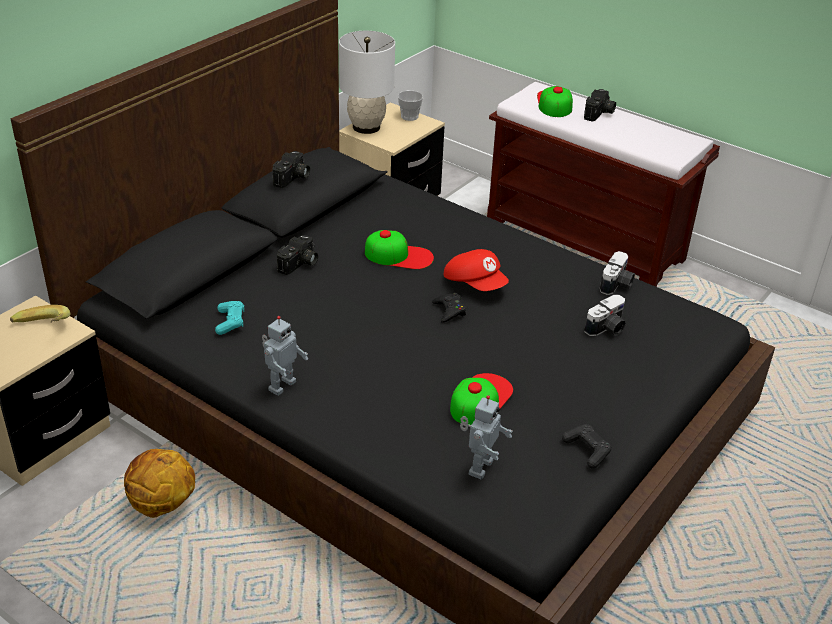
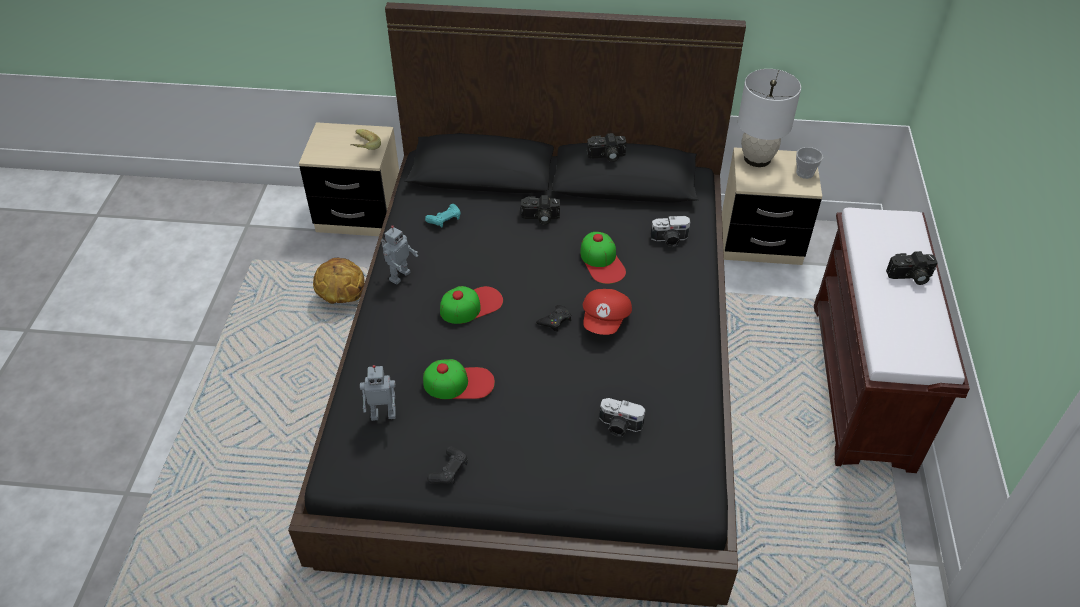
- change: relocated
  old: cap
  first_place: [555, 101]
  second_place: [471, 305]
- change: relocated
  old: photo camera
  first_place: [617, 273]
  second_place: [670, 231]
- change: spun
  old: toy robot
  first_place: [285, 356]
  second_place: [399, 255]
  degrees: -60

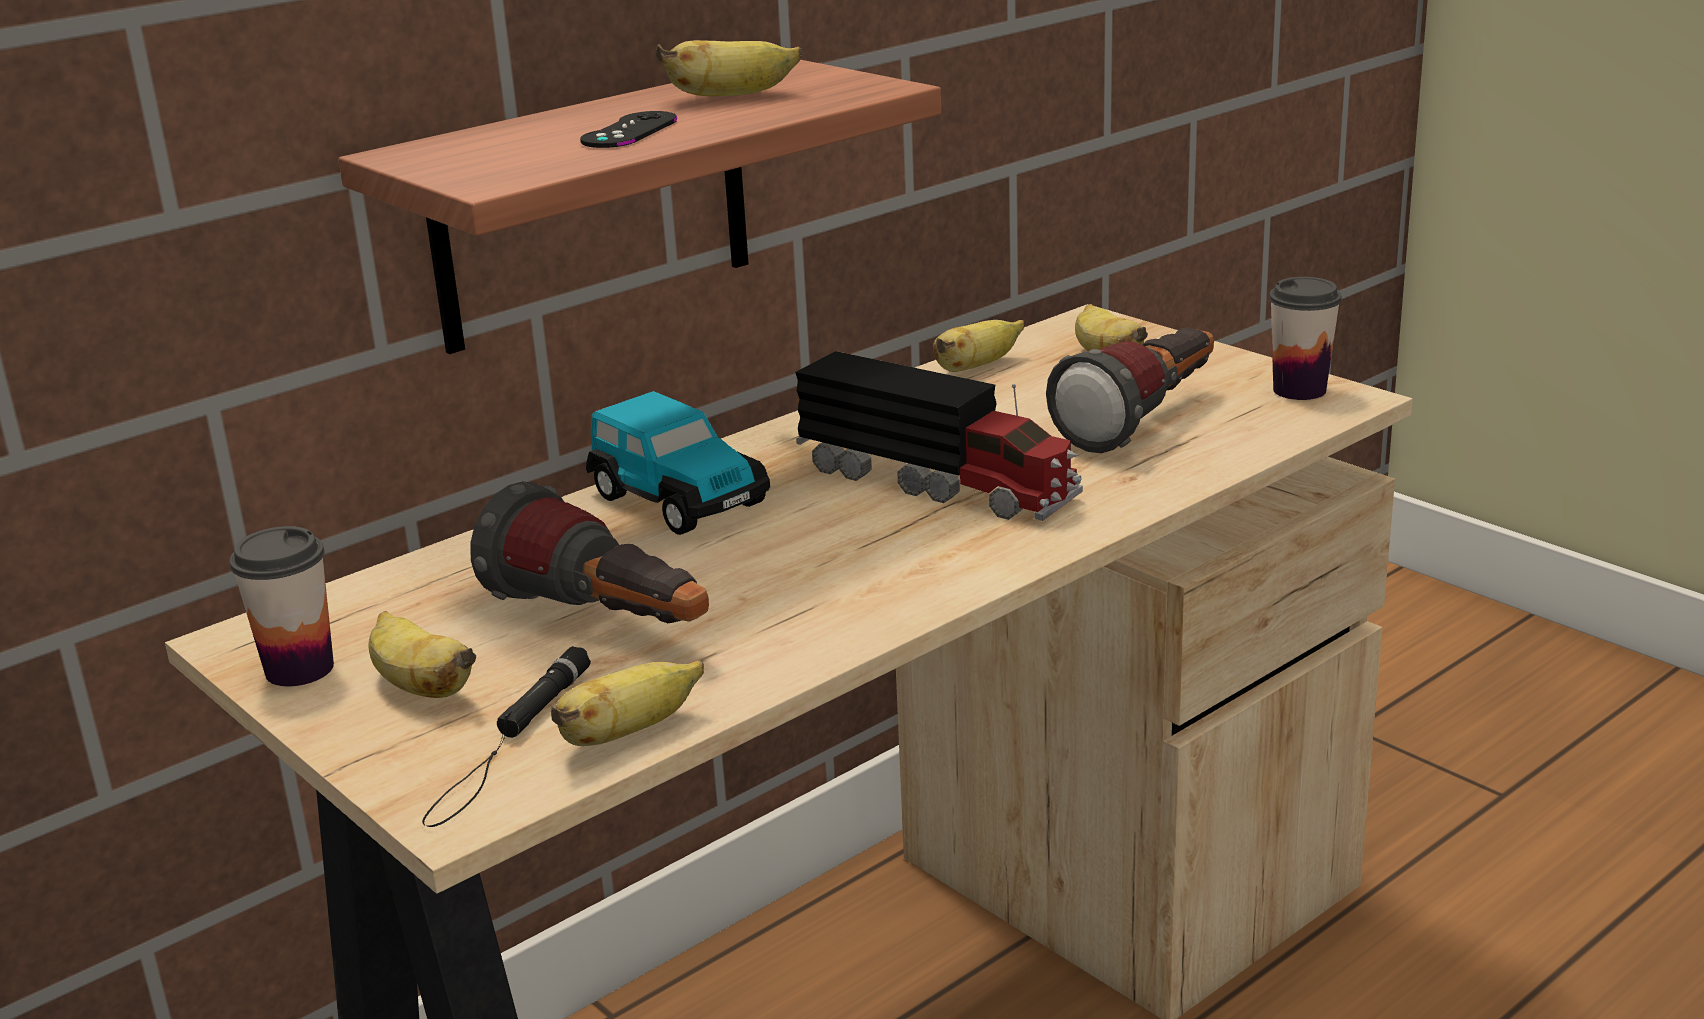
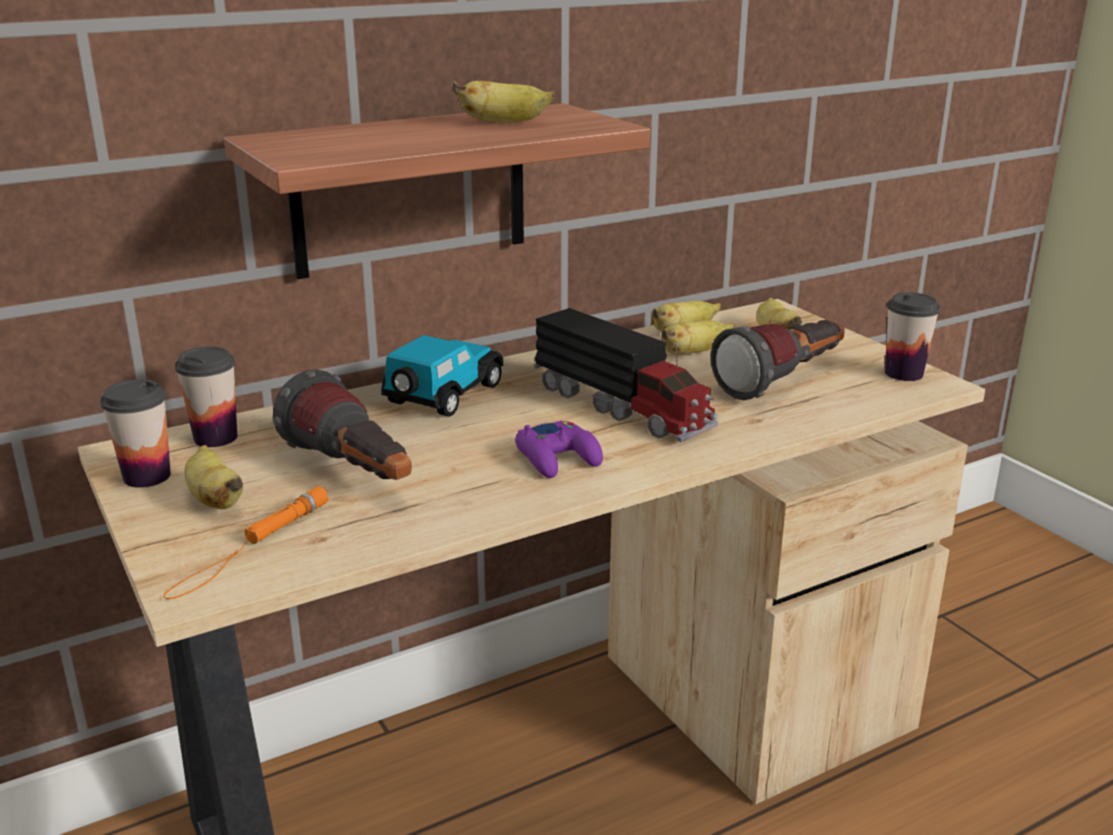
- change: missing
  old: black game controller
  first_place: [628, 129]
- change: appeared
  new: cup
  second_place: [206, 396]
- change: appeared
  new: purple game controller
  second_place: [559, 449]
- change: relocated
  old: banana
  first_place: [627, 703]
  second_place: [698, 337]
- change: colour
  old: black flashlight
  new: orange flashlight
  first_place: [506, 736]
  second_place: [246, 542]
- change: spun
  old: toy car
  first_place: [678, 463]
  second_place: [442, 375]
  degrees: -120

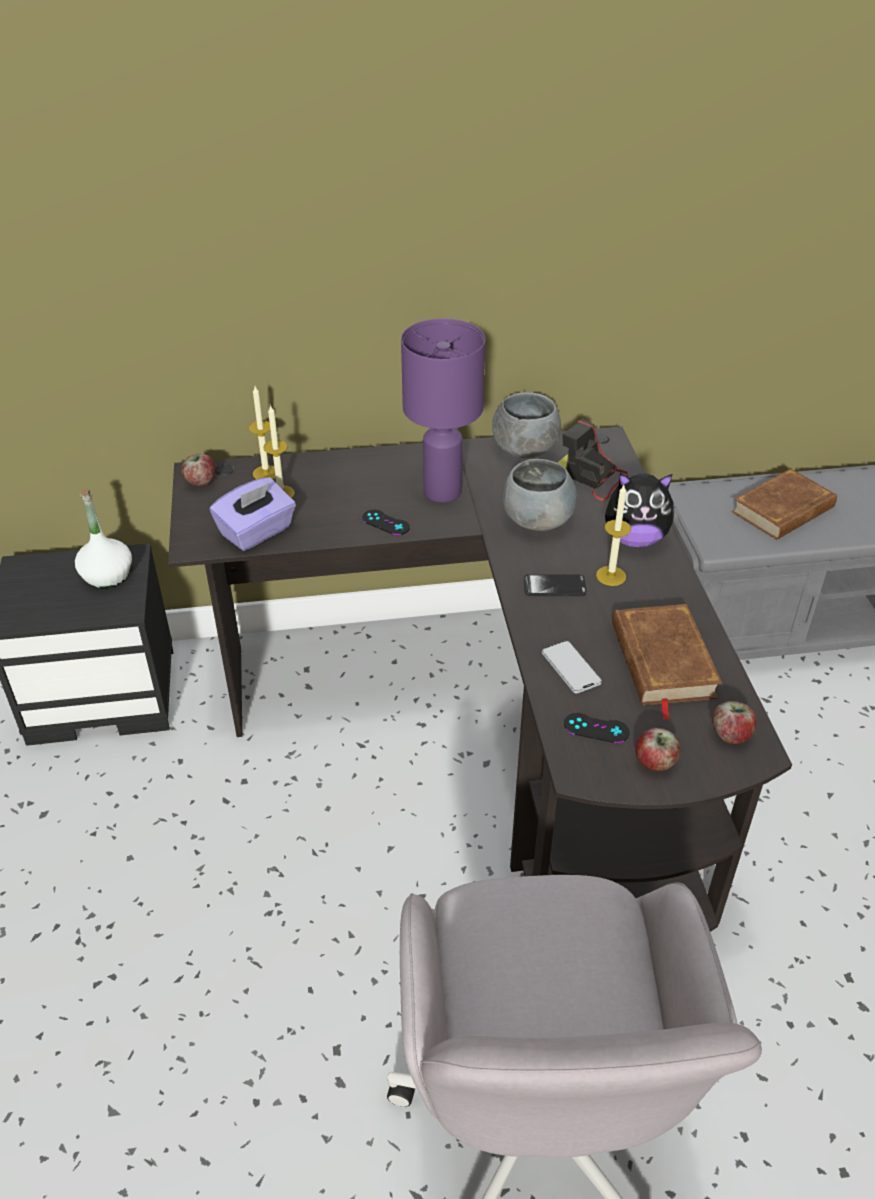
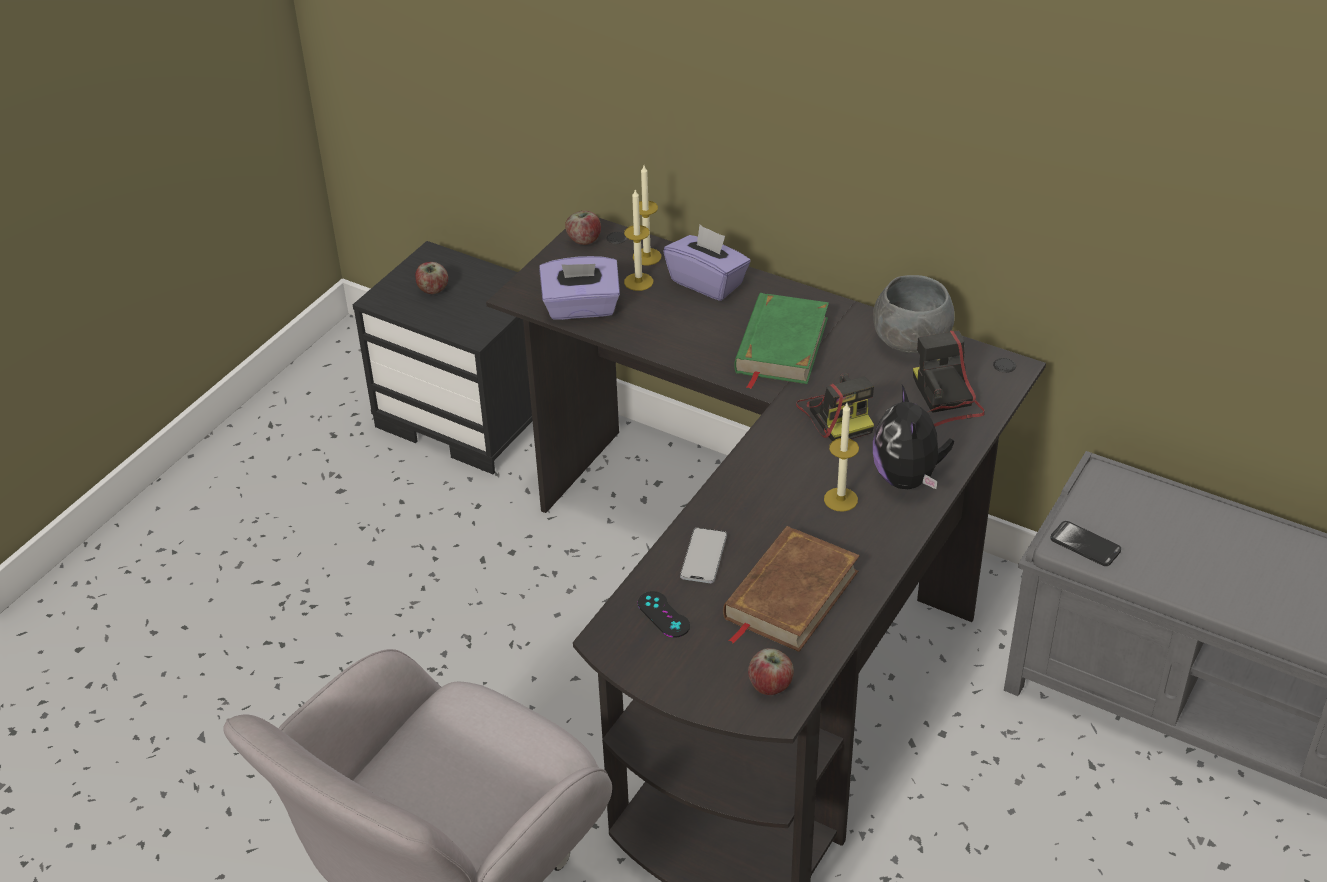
- change: missing
  old: white bottle
  first_place: [103, 539]
- change: missing
  old: black game controller
  first_place: [386, 522]
- change: missing
  old: brown book
  first_place: [784, 504]
- change: appeared
  new: purple tissue box
  second_place: [707, 263]
- change: relocated
  old: phone
  first_place: [555, 585]
  second_place: [1085, 543]
- change: relocated
  old: apple
  first_place: [658, 750]
  second_place: [431, 278]
- change: exchanged
  old: purple table lamp
  new: green book
  first_place: [443, 411]
  second_place: [781, 341]
- change: exchanged
  old: grey bowl
  new: photo camera
  first_place: [539, 495]
  second_place: [835, 407]
- change: spun
  old: plush toy
  first_place: [640, 510]
  second_place: [913, 437]
  degrees: 45

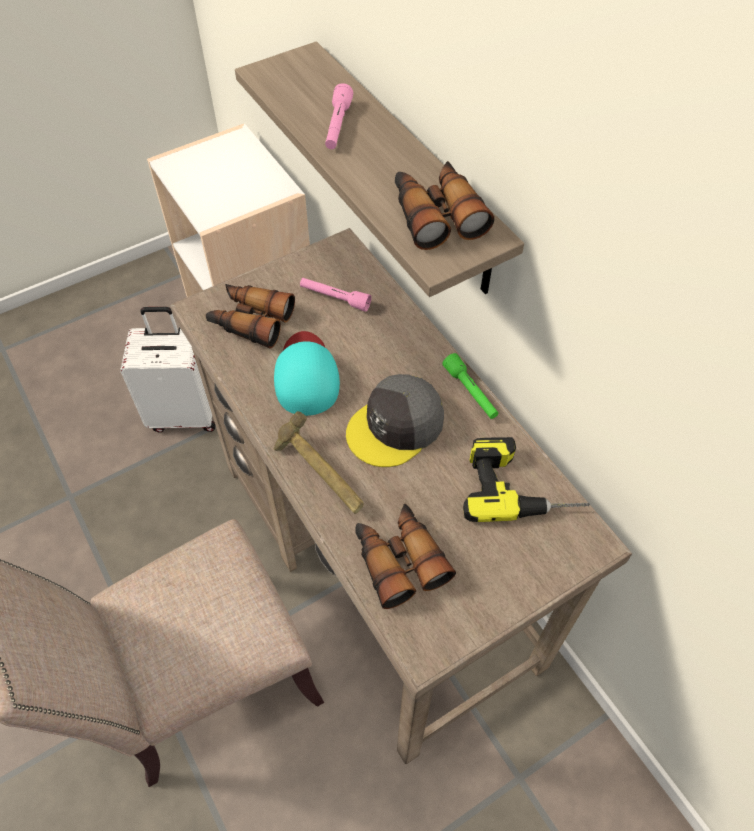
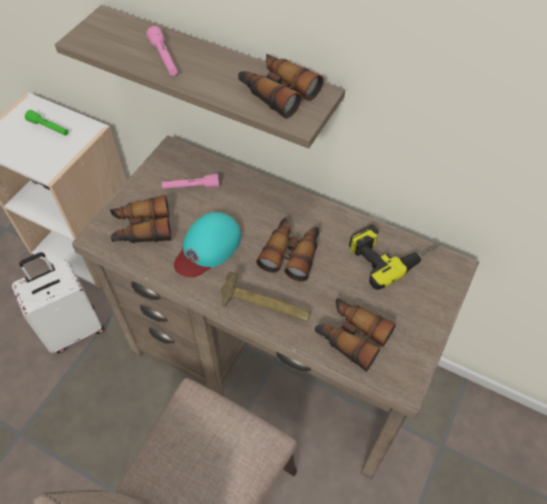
- change: relocated
  old: green flashlight
  first_place: [470, 386]
  second_place: [46, 122]
- change: exchanged
  old: grey cap
  new: binoculars
  first_place: [395, 420]
  second_place: [287, 250]
- change: spun
  old: turquoise cap
  first_place: [307, 373]
  second_place: [207, 244]
  degrees: -105

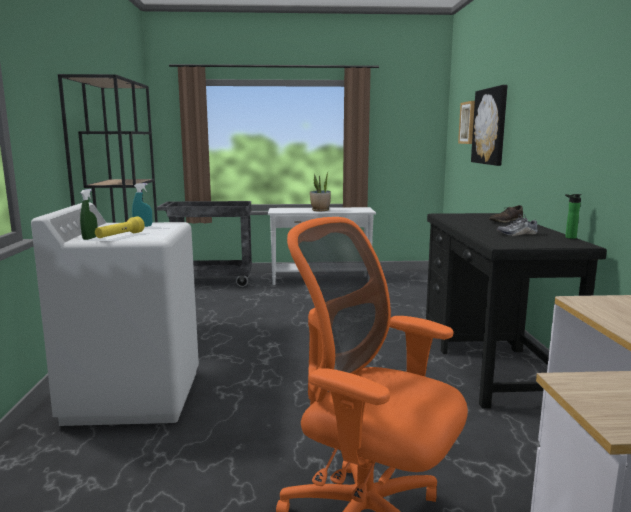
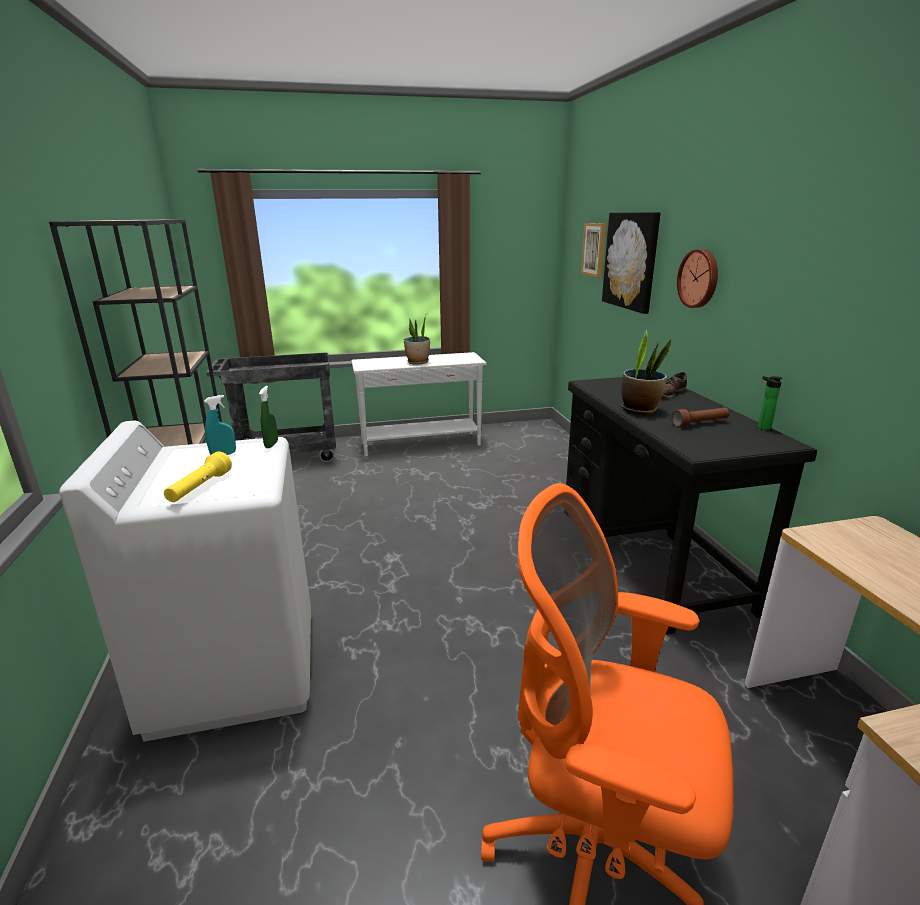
- change: appeared
  new: potted plant
  second_place: [647, 372]
- change: appeared
  new: wall clock
  second_place: [697, 278]
- change: relocated
  old: green spray bottle
  first_place: [89, 214]
  second_place: [268, 417]
- change: exchanged
  old: shoe
  new: brown flashlight
  first_place: [517, 224]
  second_place: [700, 418]

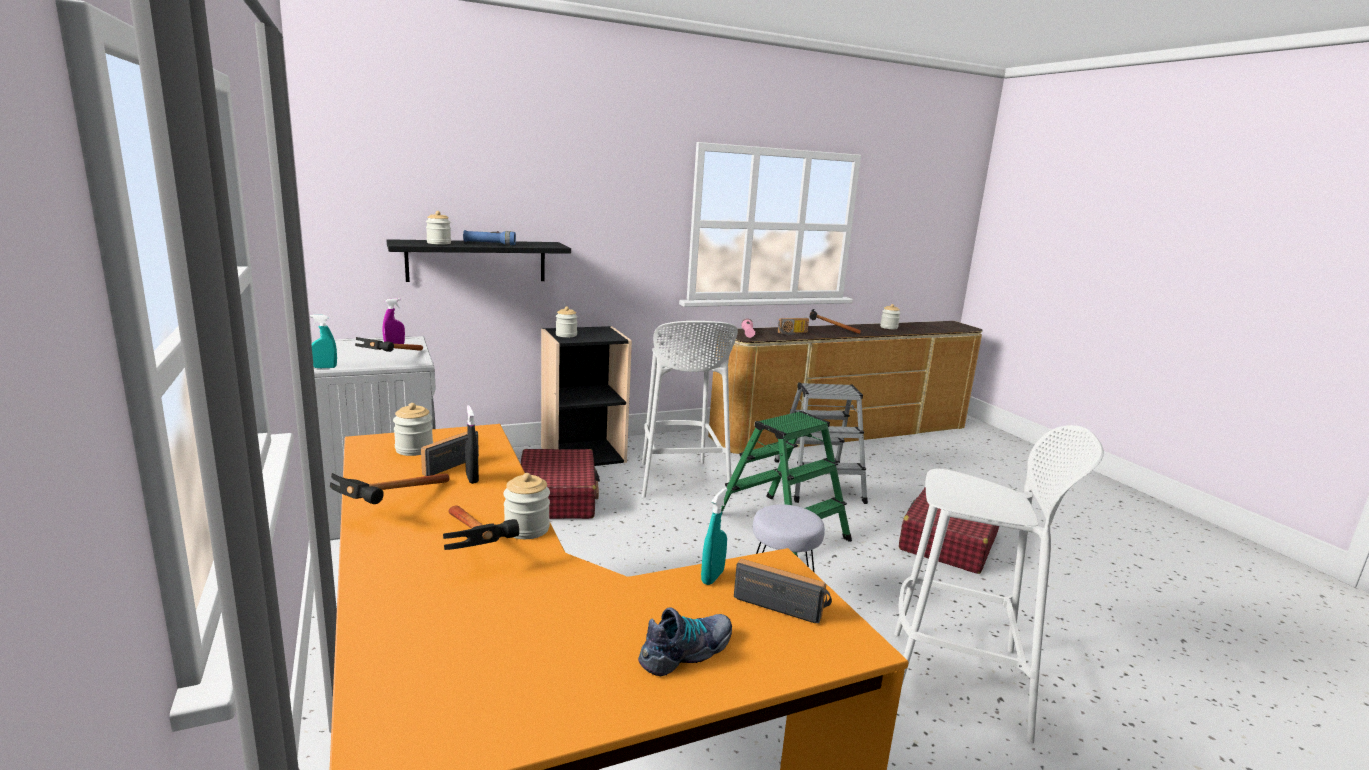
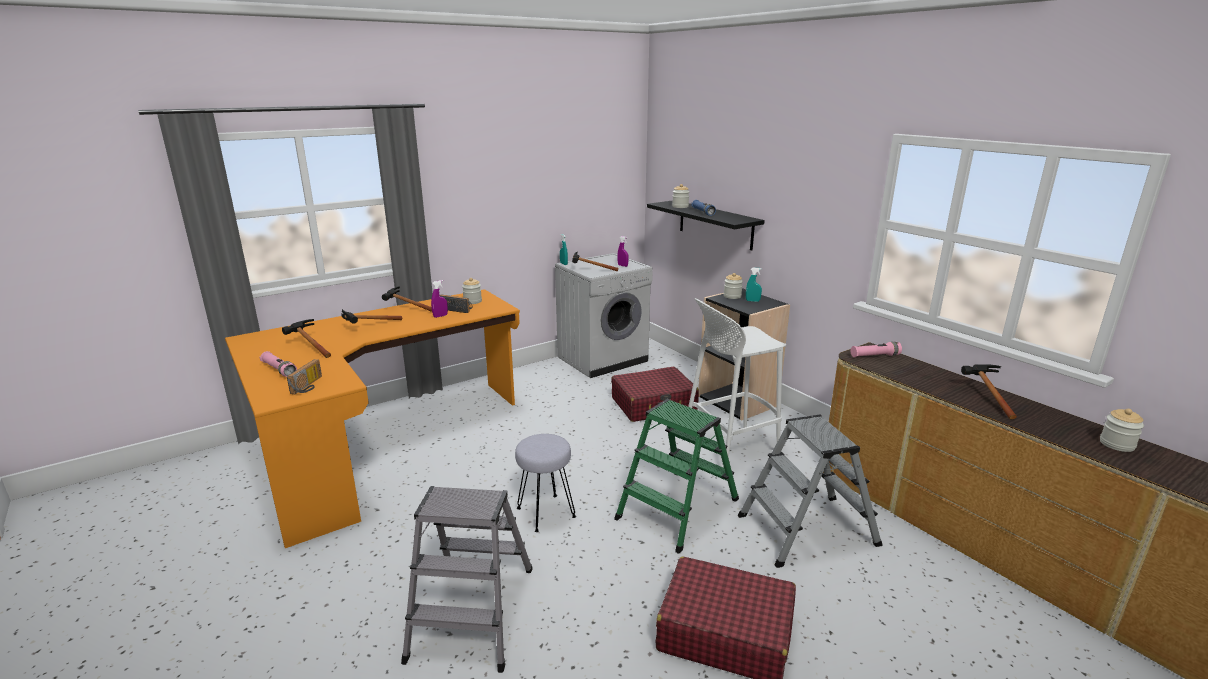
- change: missing
  old: jar
  first_place: [526, 506]
- change: missing
  old: radio
  first_place: [793, 326]
- change: appeared
  new: hammer
  second_place: [306, 338]
- change: relocated
  old: turquoise spray bottle
  first_place: [714, 536]
  second_place: [754, 285]
- change: exchanged
  old: shoe
  new: pink flashlight
  first_place: [685, 641]
  second_place: [278, 364]
- change: exchanged
  old: white stool
  new: grey step ladder
  first_place: [999, 584]
  second_place: [467, 579]
- change: colour
  old: black spray bottle
  new: purple spray bottle
  first_place: [472, 444]
  second_place: [439, 299]

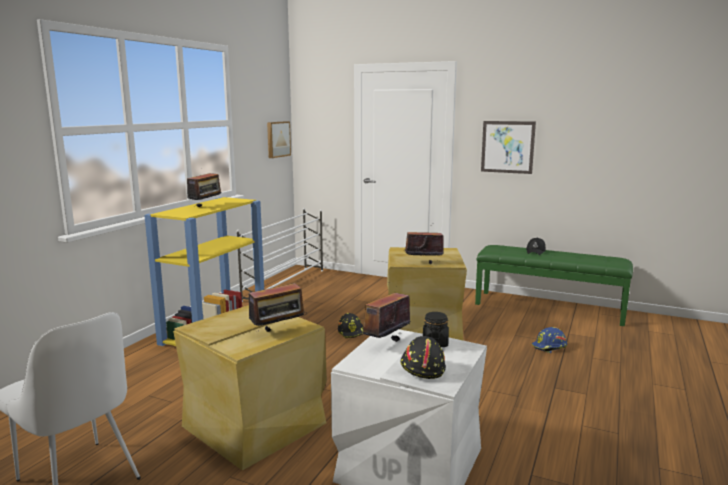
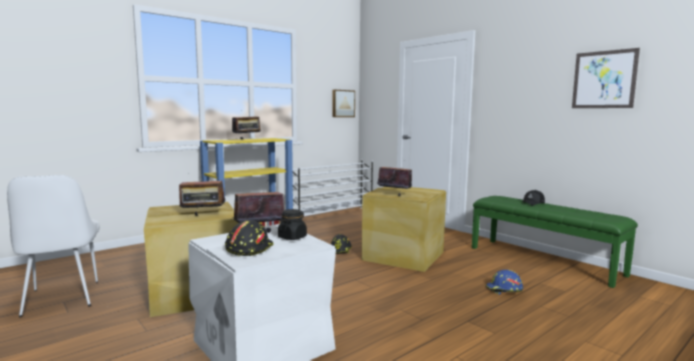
- change: relocated
  old: picture
  first_place: [508, 147]
  second_place: [606, 78]

